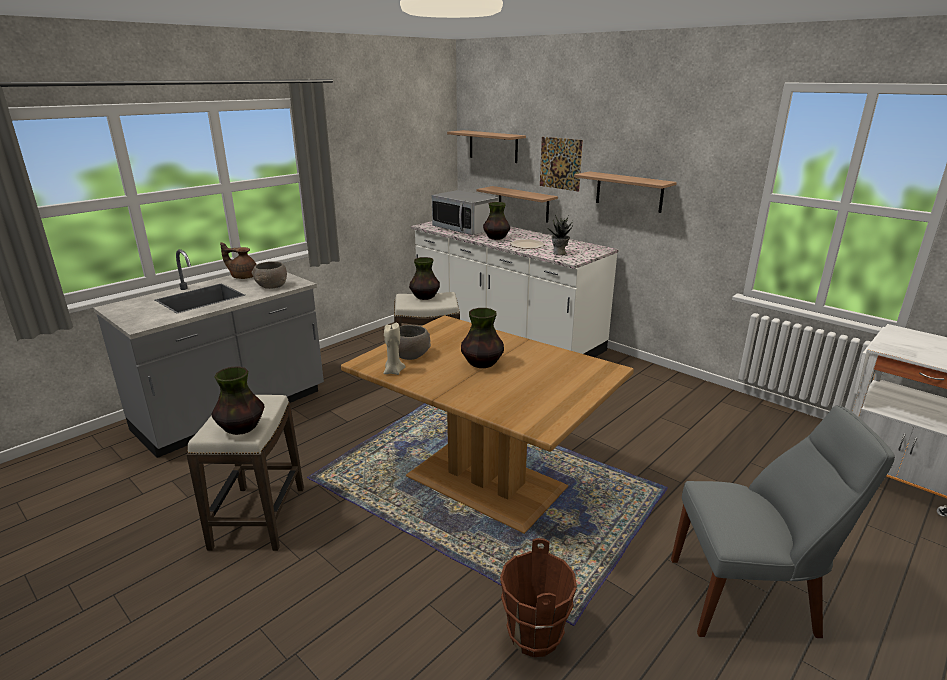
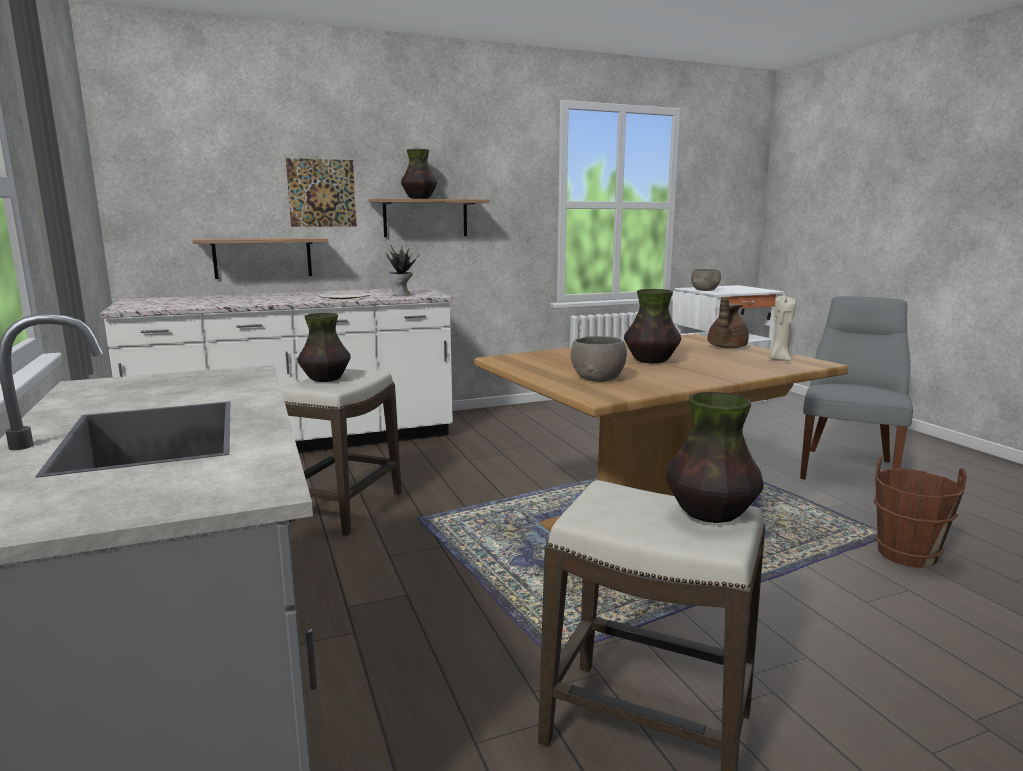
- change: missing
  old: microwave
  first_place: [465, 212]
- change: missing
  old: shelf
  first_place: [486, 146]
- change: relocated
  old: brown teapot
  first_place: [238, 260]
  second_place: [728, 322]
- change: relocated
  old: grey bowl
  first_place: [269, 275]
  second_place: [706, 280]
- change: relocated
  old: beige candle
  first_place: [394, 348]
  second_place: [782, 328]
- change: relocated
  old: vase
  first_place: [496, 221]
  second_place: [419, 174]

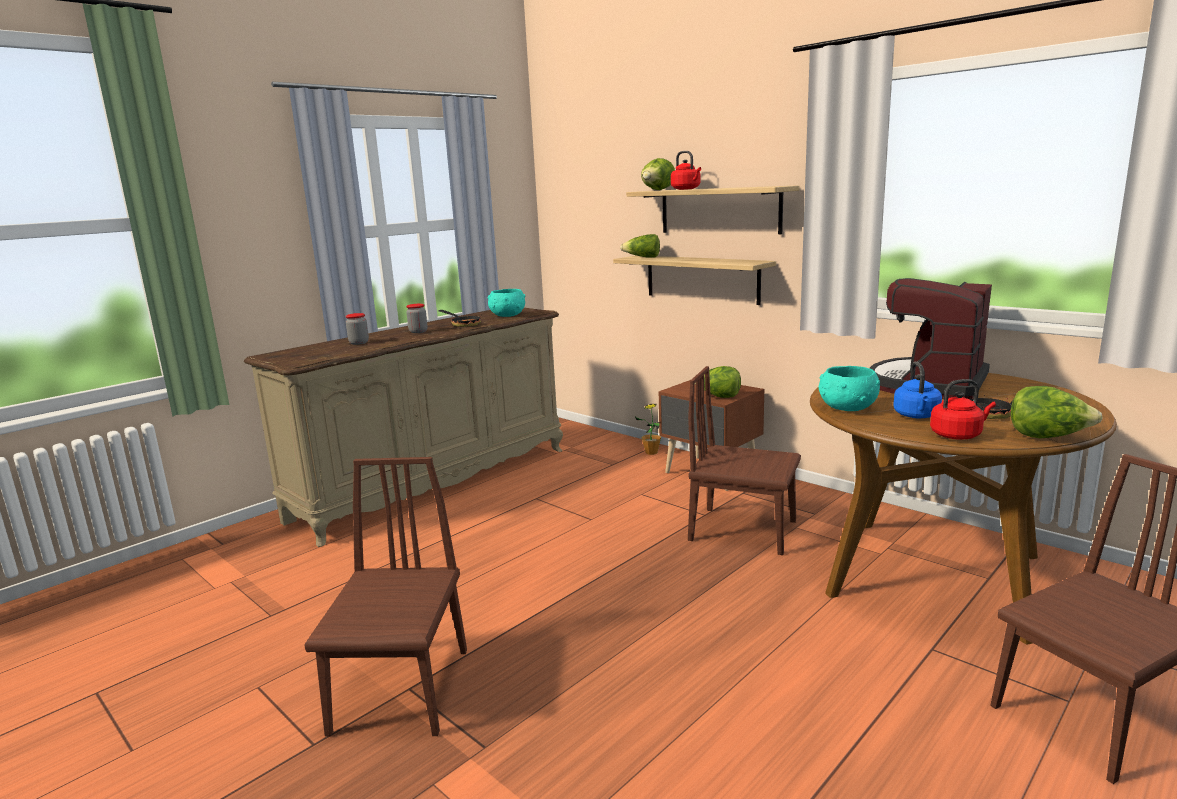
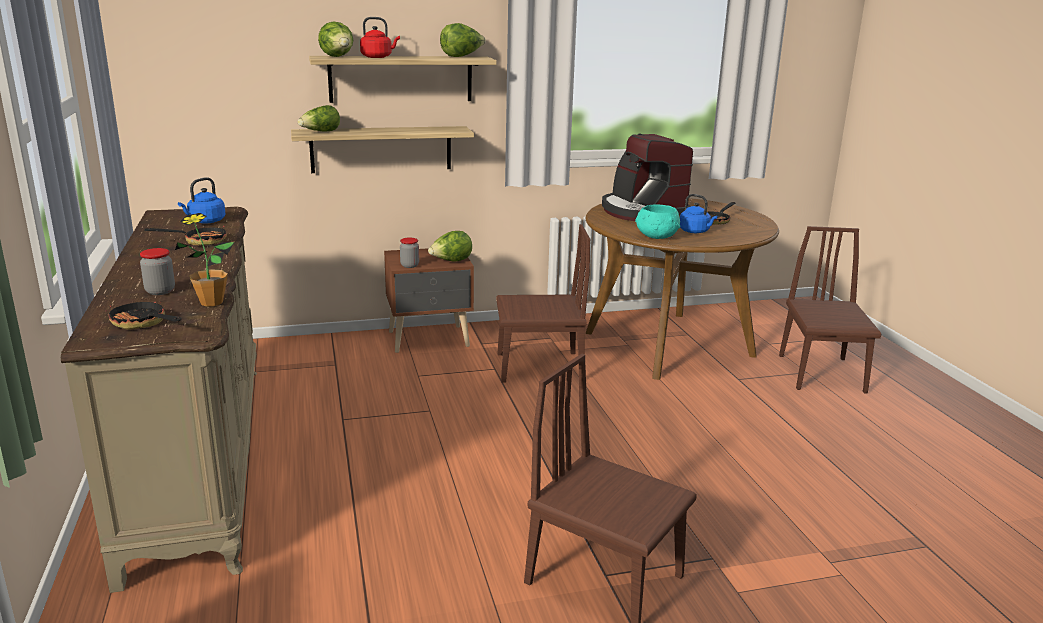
- change: missing
  old: red kettle
  first_place: [963, 409]
- change: appeared
  new: frying pan
  second_place: [143, 312]
- change: relocated
  old: jar
  first_place: [417, 318]
  second_place: [409, 253]
- change: relocated
  old: potted plant
  first_place: [648, 429]
  second_place: [204, 259]
- change: relocated
  old: lettuce
  first_place: [1057, 412]
  second_place: [463, 40]
- change: exchanged
  old: turquoise bowl
  new: blue kettle
  first_place: [506, 303]
  second_place: [201, 200]
- change: spun
  old: brown chair
  first_place: [744, 460]
  second_place: [543, 303]
  degrees: -150

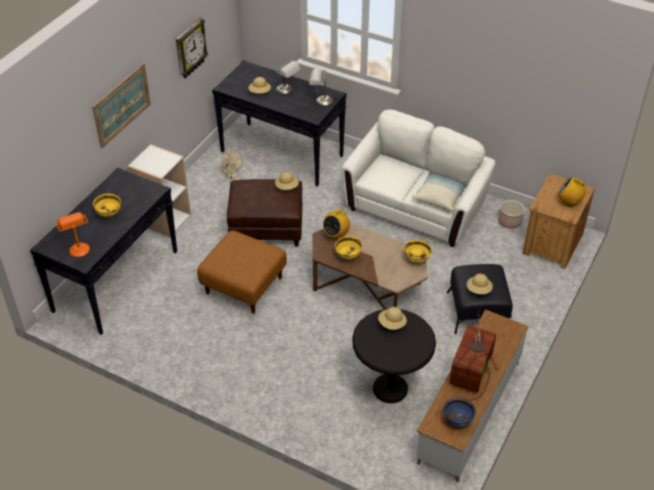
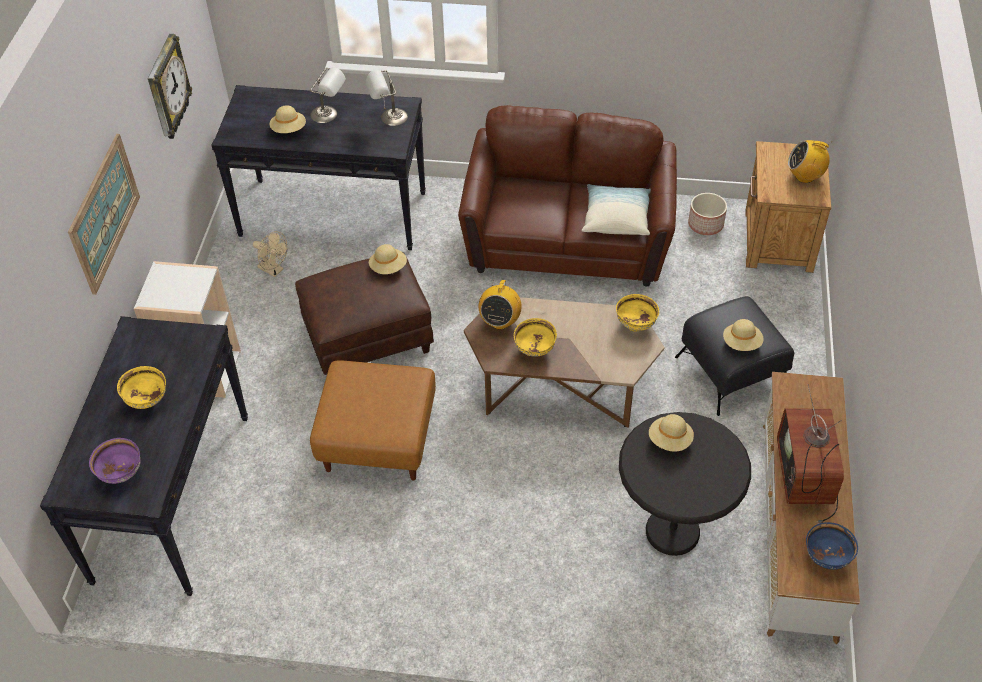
- change: exchanged
  old: orange table lamp
  new: purple bowl
  first_place: [73, 234]
  second_place: [114, 461]
- change: colour
  old: white sofa
  new: brown sofa
  first_place: [418, 178]
  second_place: [567, 196]

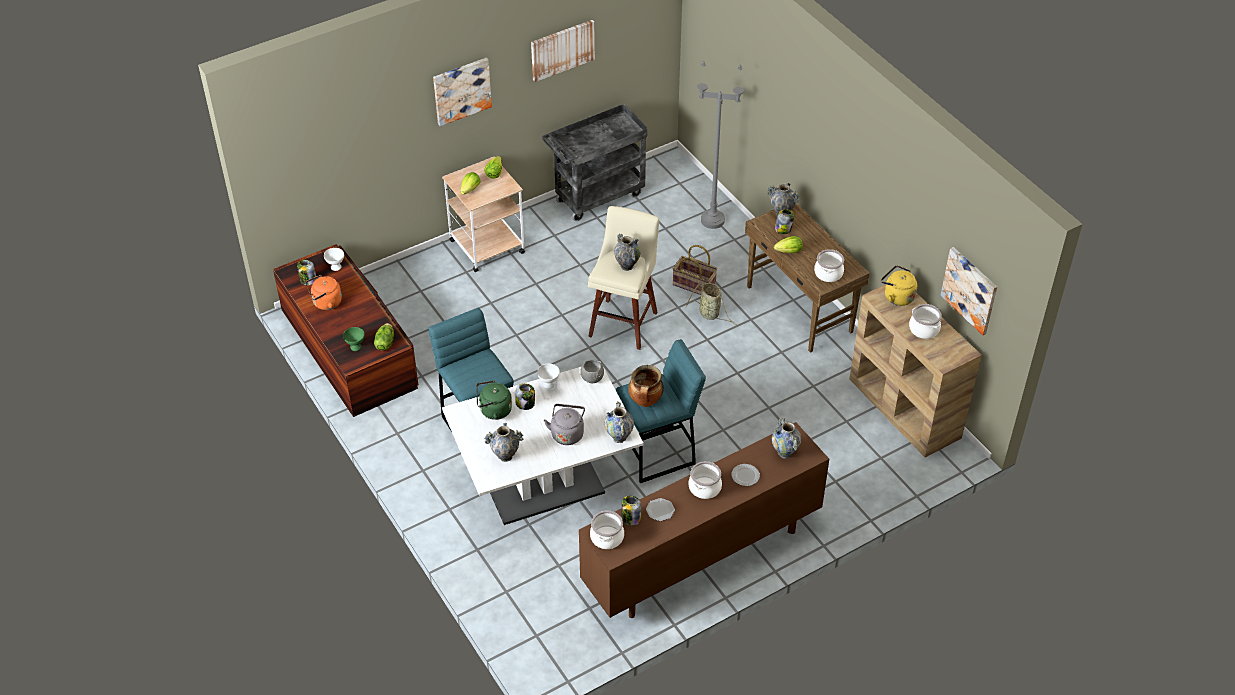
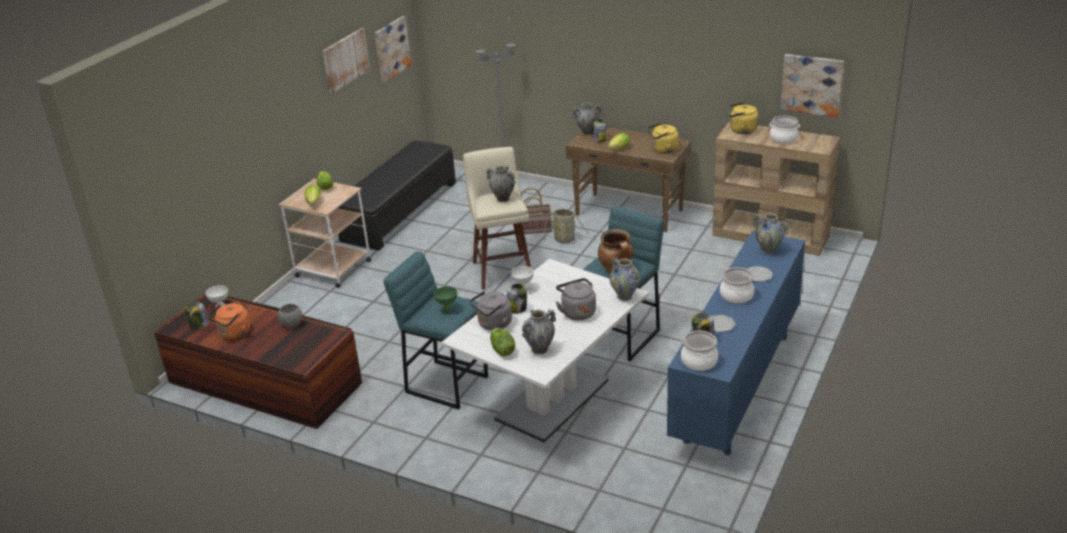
- change: relocated
  old: green bowl
  first_place: [354, 339]
  second_place: [445, 299]
- change: relocated
  old: lettuce
  first_place: [384, 337]
  second_place: [502, 342]
- change: relocated
  old: picture
  first_place: [462, 92]
  second_place: [393, 49]
- change: relocated
  old: grey bowl
  first_place: [592, 371]
  second_place: [290, 315]
- change: exchanged
  old: black cart
  new: black bench
  first_place: [595, 162]
  second_place: [397, 195]
- change: exchanged
  old: cooking pot
  new: yellow kettle
  first_place: [829, 265]
  second_place: [662, 138]
- change: colour
  old: green kettle
  new: grey kettle
  first_place: [494, 400]
  second_place: [490, 310]
- change: colour
  old: brown cabinet
  new: blue cabinet
  first_place: [704, 520]
  second_place: [736, 343]

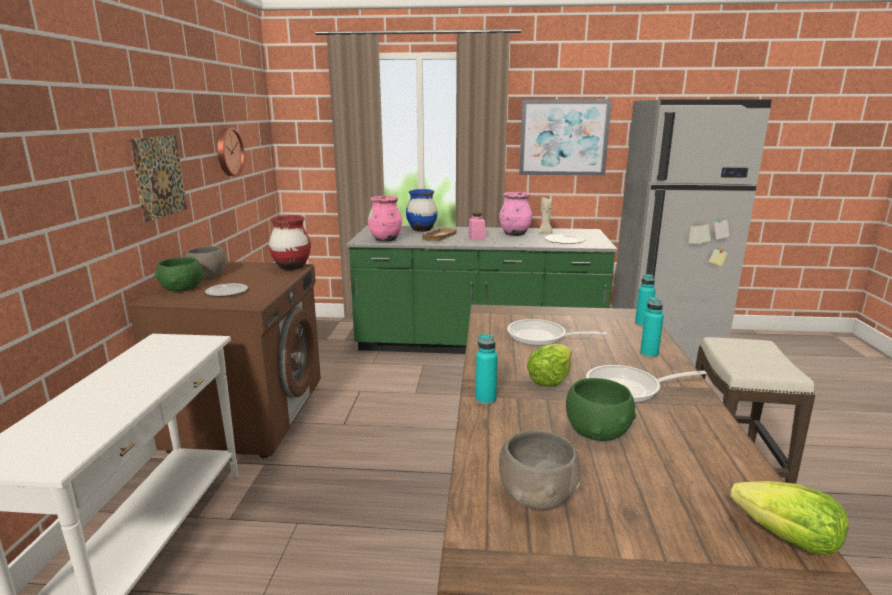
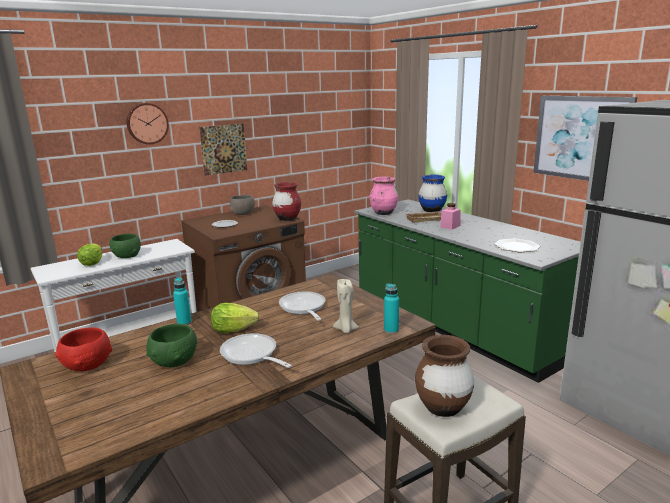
- change: missing
  old: pink vase
  first_place: [515, 214]
- change: missing
  old: turquoise bottle
  first_place: [652, 327]
- change: appeared
  new: brown vase
  second_place: [444, 376]
- change: relocated
  old: green bowl
  first_place: [179, 274]
  second_place: [125, 246]
- change: relocated
  old: wall clock
  first_place: [231, 152]
  second_place: [147, 123]
- change: relocated
  old: beige candle
  first_place: [546, 215]
  second_place: [346, 306]
- change: relocated
  old: lettuce
  first_place: [789, 518]
  second_place: [89, 254]
- change: colour
  old: grey bowl
  new: red bowl
  first_place: [539, 470]
  second_place: [83, 349]

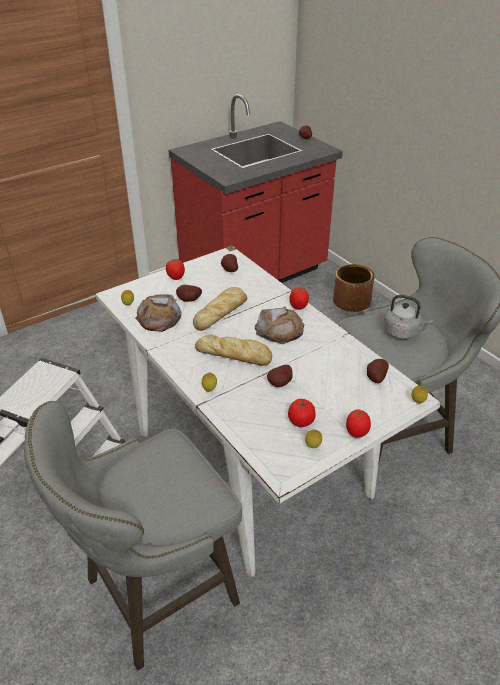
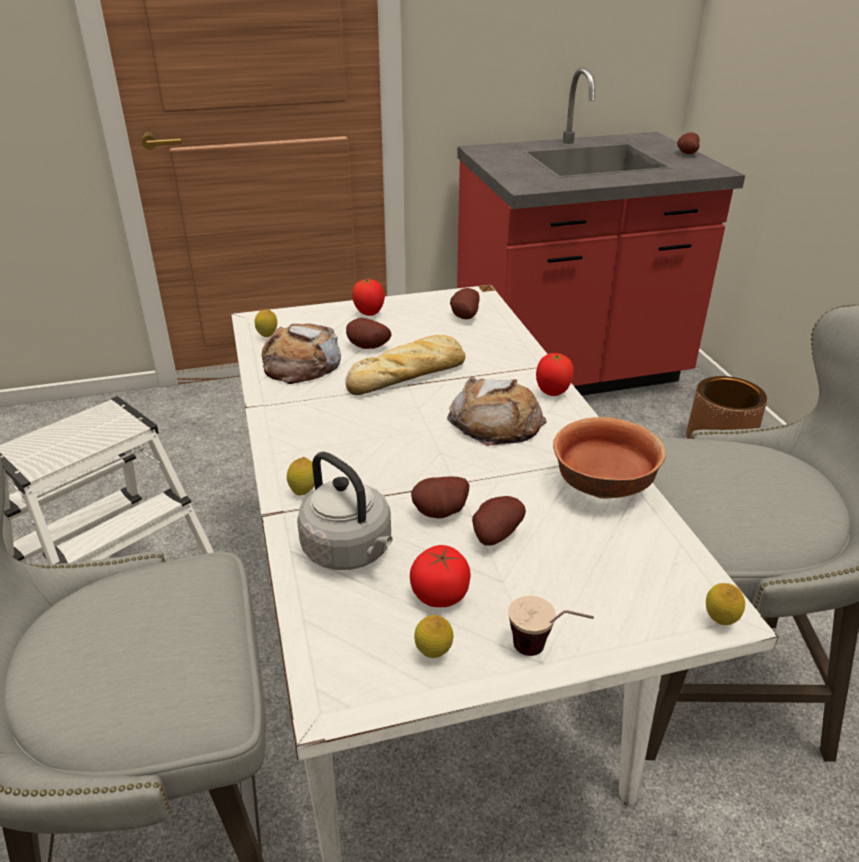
- change: missing
  old: bread
  first_place: [233, 350]
- change: appeared
  new: bowl
  second_place: [609, 458]
- change: relocated
  old: potato
  first_place: [378, 371]
  second_place: [499, 521]
- change: relocated
  old: grey kettle
  first_place: [408, 317]
  second_place: [345, 511]
- change: exchanged
  old: tomato
  new: cup
  first_place: [358, 424]
  second_place: [551, 626]

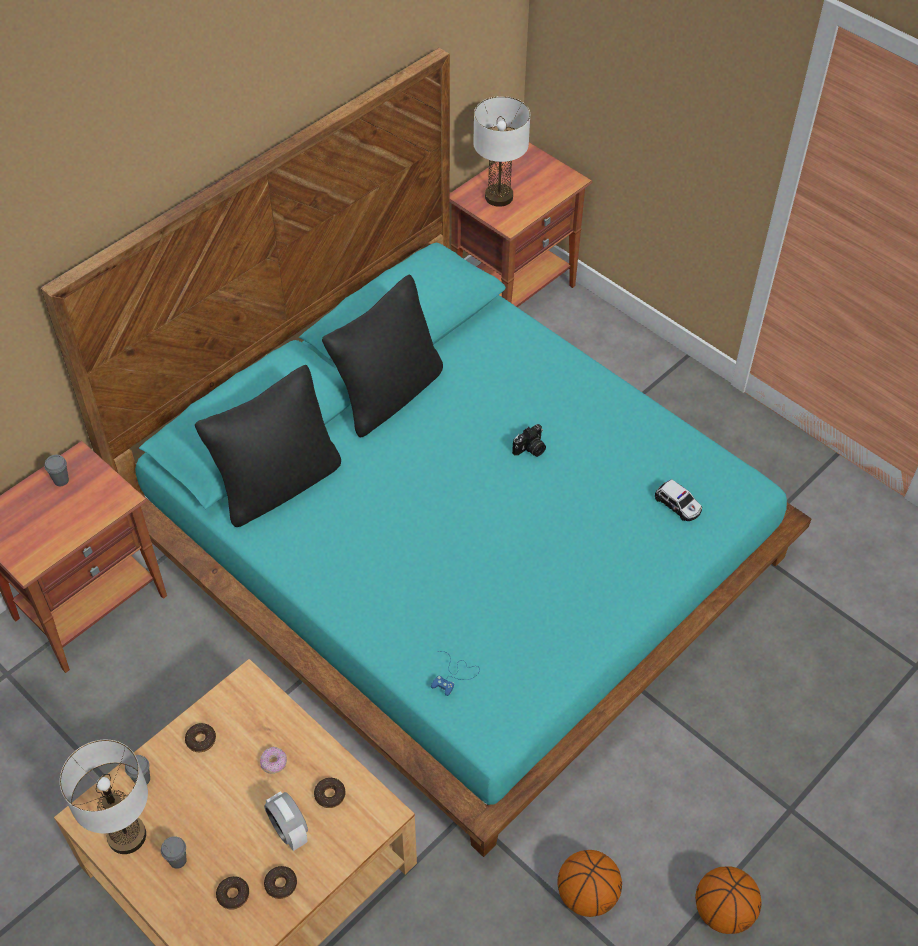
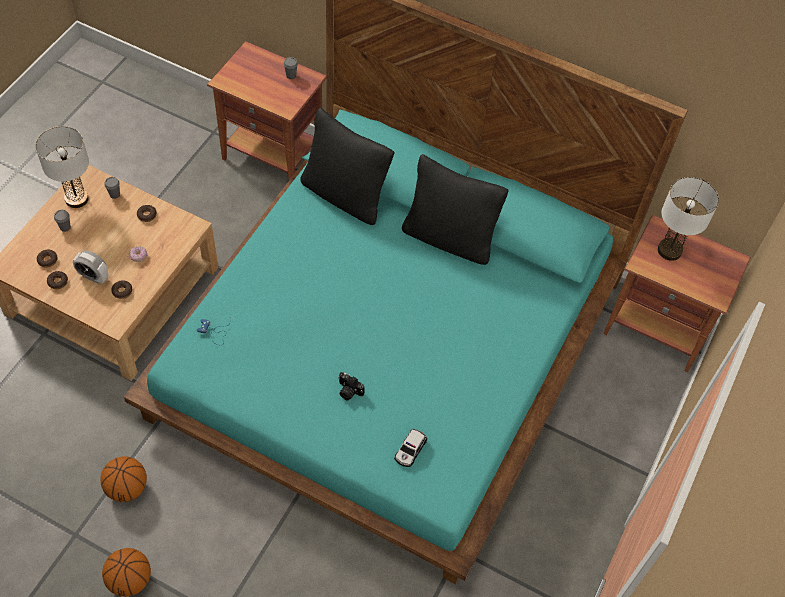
- change: relocated
  old: photo camera
  first_place: [529, 440]
  second_place: [351, 386]
- change: spun
  old: alarm clock
  first_place: [286, 821]
  second_place: [90, 267]
  degrees: -105

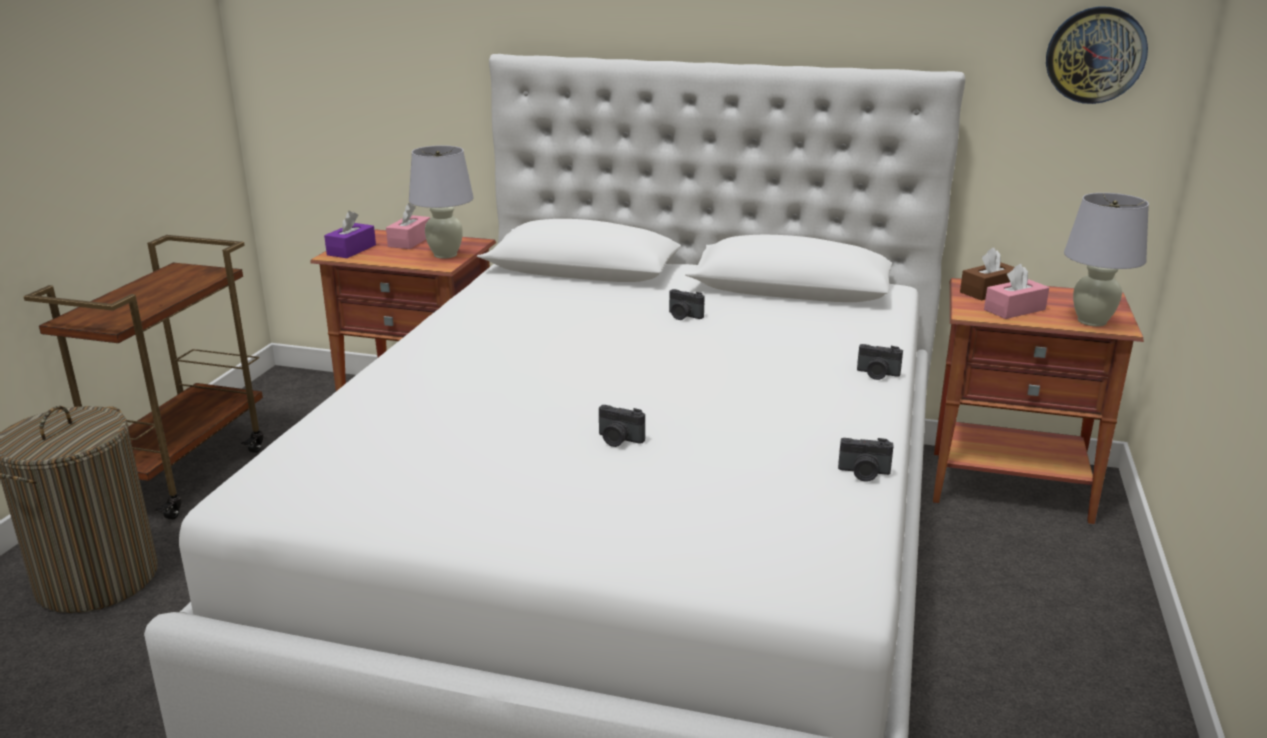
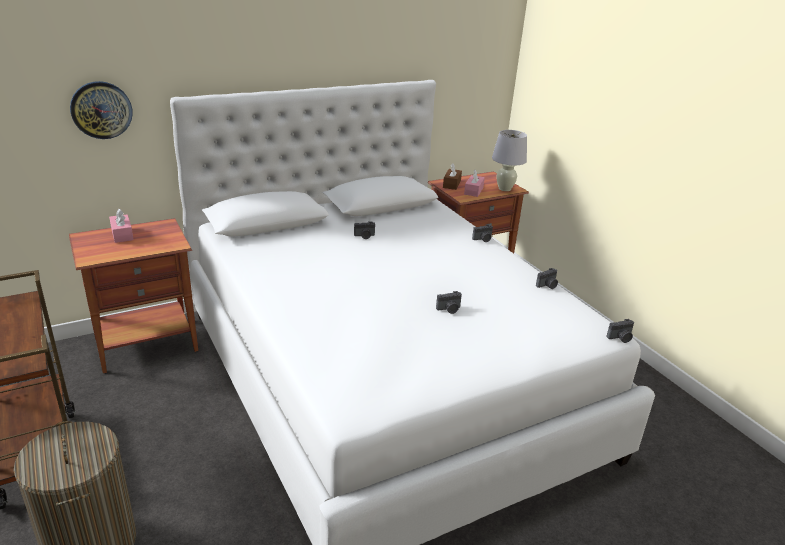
- change: missing
  old: purple tissue box
  first_place: [350, 234]
- change: missing
  old: white table lamp
  first_place: [441, 202]
- change: appeared
  new: photo camera
  second_place: [620, 331]
- change: relocated
  old: wall clock
  first_place: [1097, 55]
  second_place: [101, 110]

